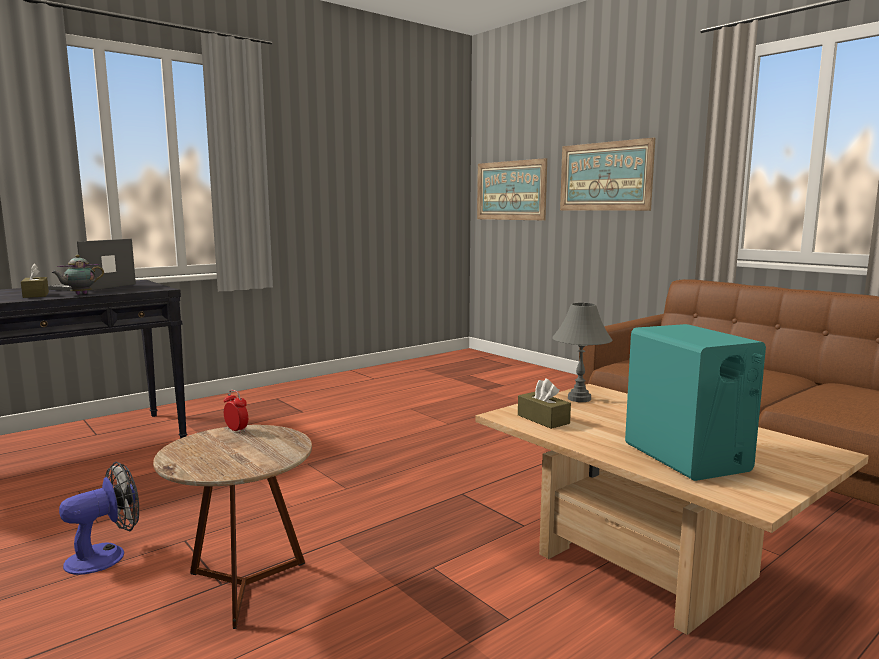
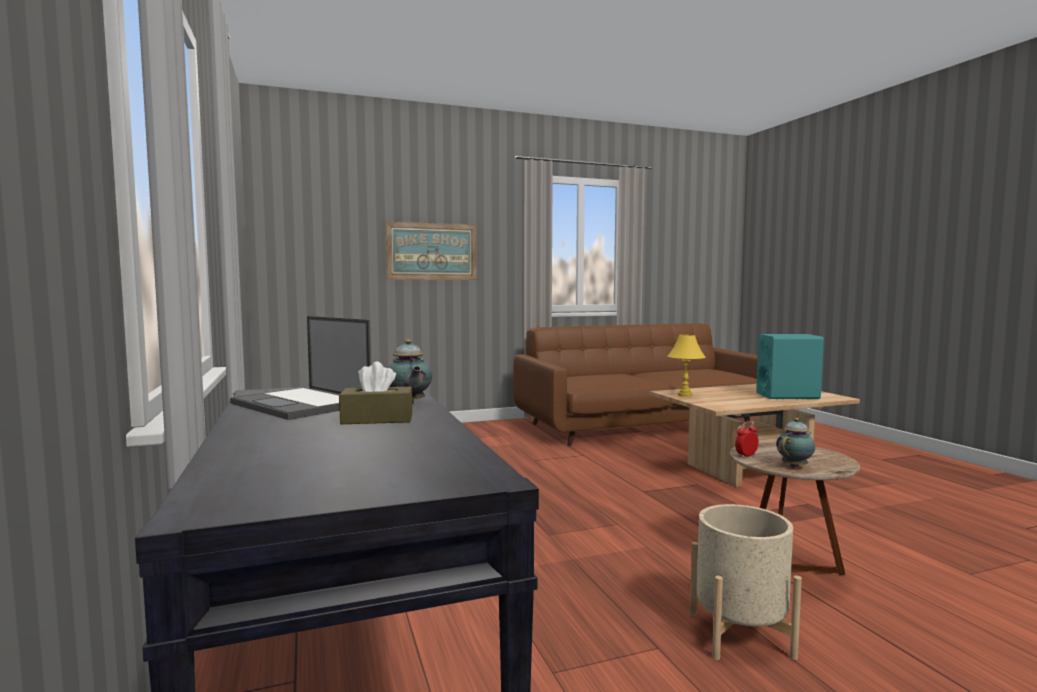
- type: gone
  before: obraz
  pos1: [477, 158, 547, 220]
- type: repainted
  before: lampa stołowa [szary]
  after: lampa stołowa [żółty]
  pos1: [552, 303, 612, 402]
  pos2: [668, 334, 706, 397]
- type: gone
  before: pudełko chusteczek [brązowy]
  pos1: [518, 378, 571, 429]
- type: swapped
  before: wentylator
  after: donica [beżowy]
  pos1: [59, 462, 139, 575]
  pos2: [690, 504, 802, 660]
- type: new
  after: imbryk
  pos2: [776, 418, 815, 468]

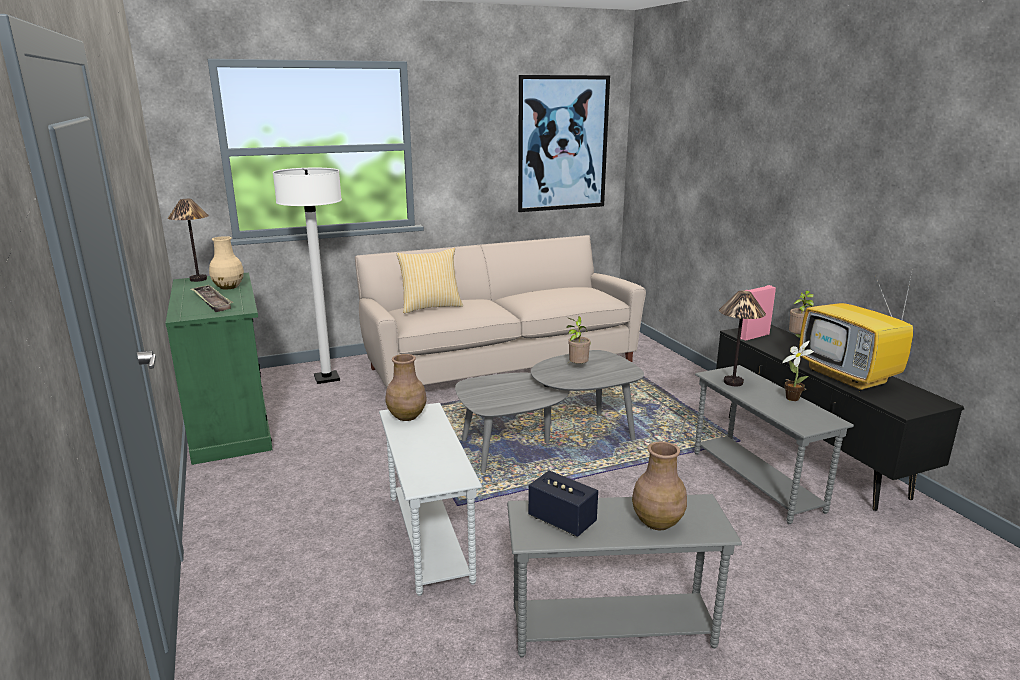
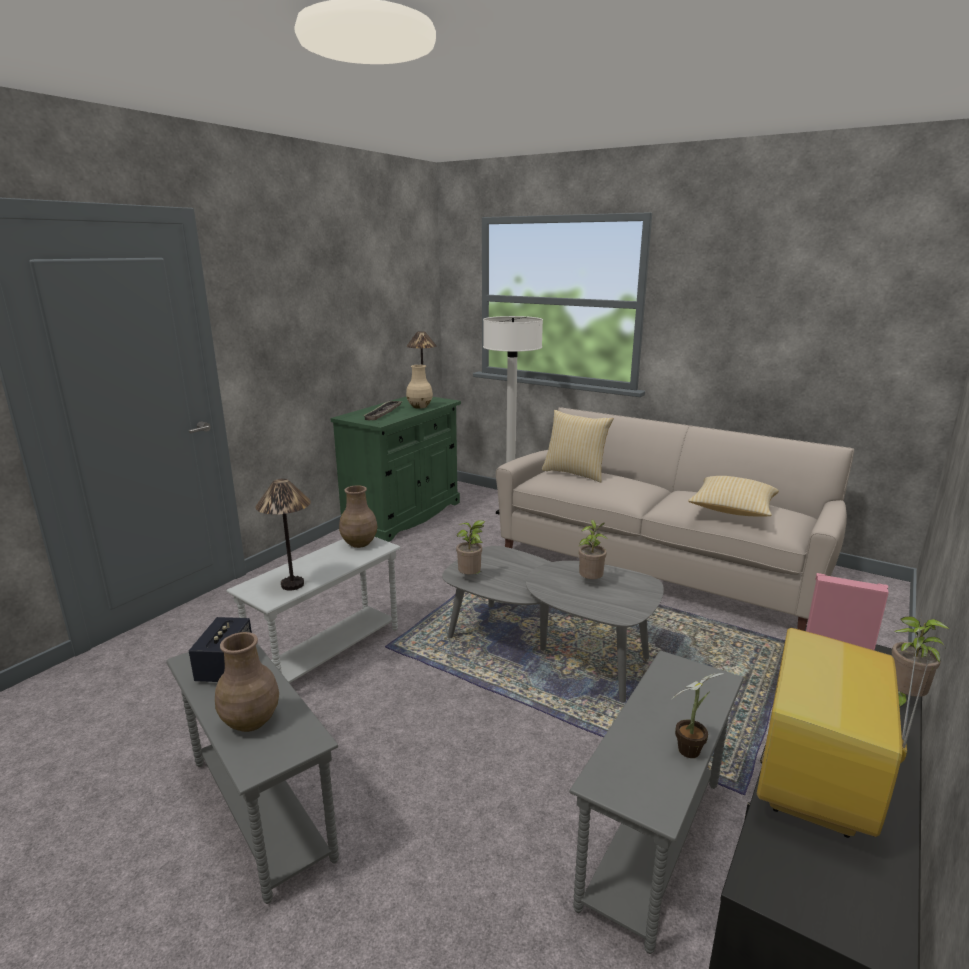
- type: gone
  before: obraz
  pos1: [518, 75, 610, 212]
- type: shifted
  before: lampa stołowa
  pos1: [719, 290, 766, 386]
  pos2: [255, 479, 311, 591]
- type: new
  after: poduszka
  pos2: [688, 476, 779, 517]
- type: new
  after: roślina doniczkowa
  pos2: [456, 520, 485, 574]

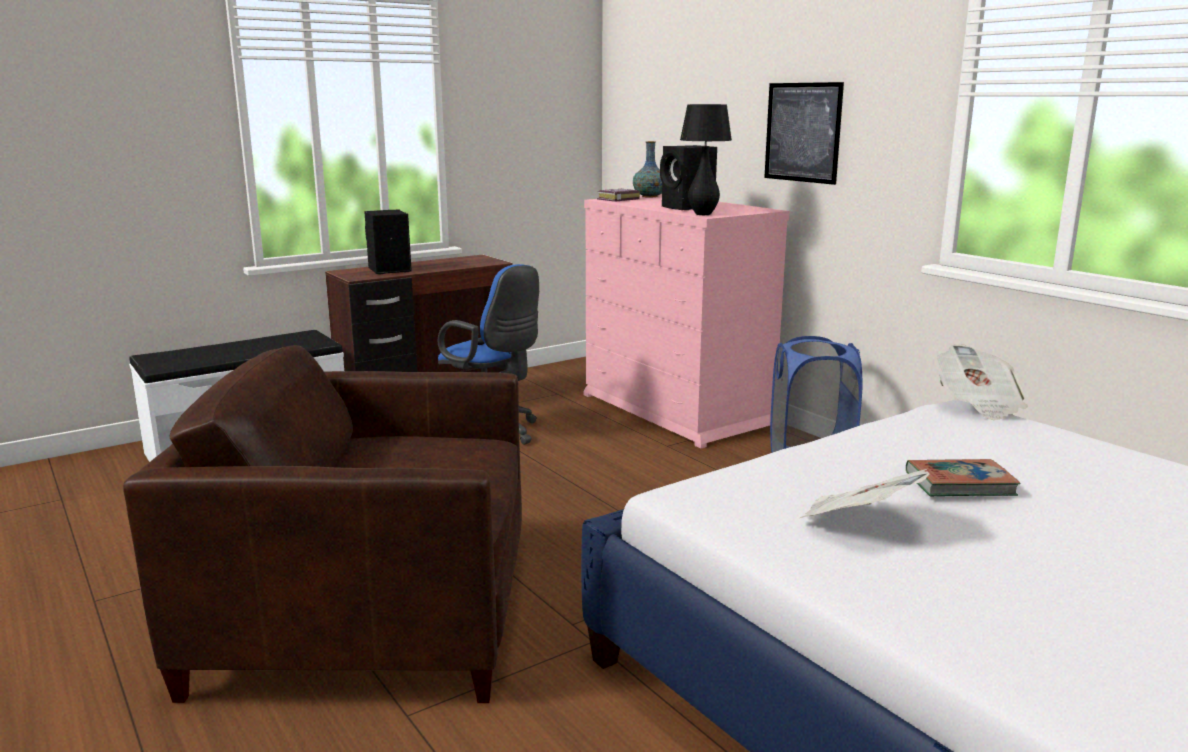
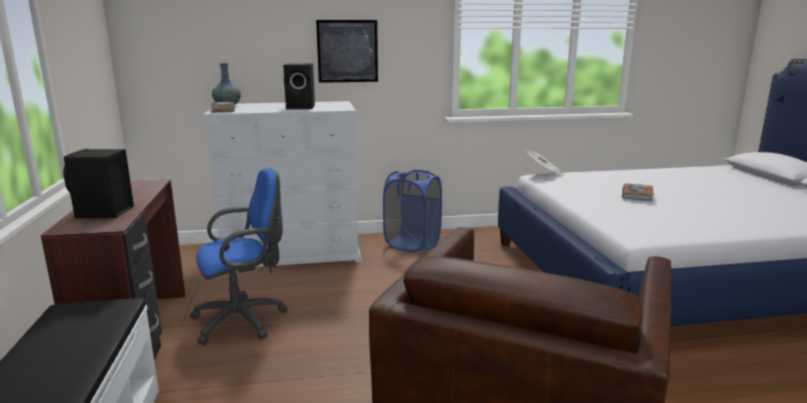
- type: gone
  before: lampa stołowa [czarny]
  pos1: [680, 104, 732, 215]
- type: repainted
  before: komoda [różowy]
  after: komoda [biały]
  pos1: [583, 194, 790, 449]
  pos2: [204, 101, 362, 267]
- type: gone
  before: gazeta
  pos1: [800, 469, 929, 518]

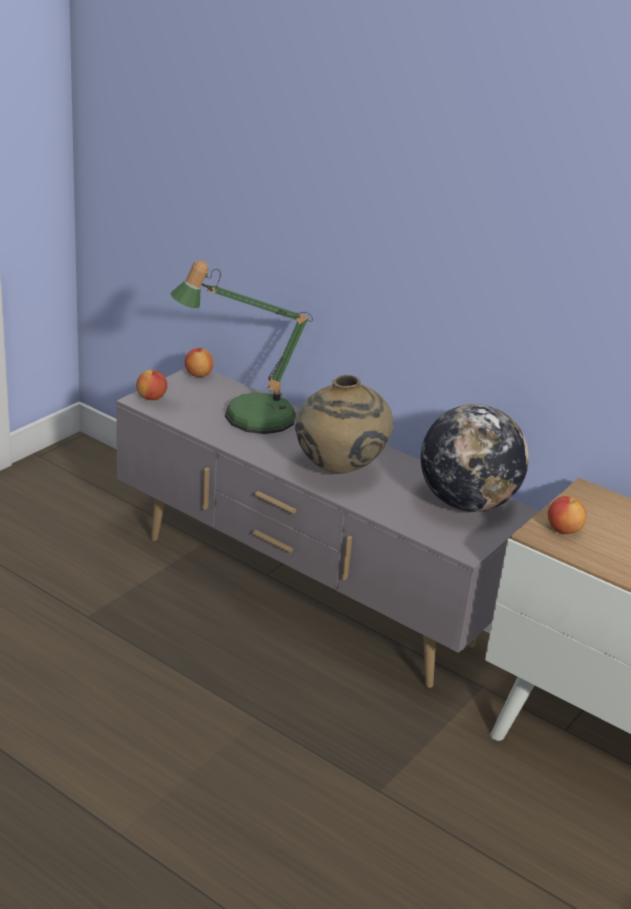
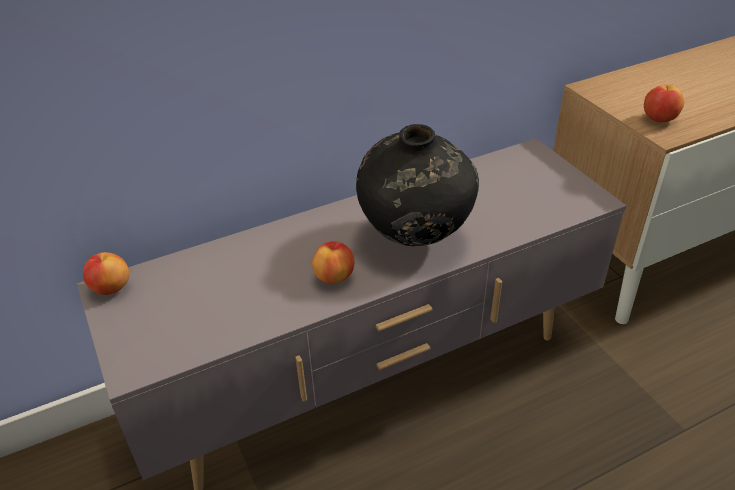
- type: gone
  before: lampa stołowa
  pos1: [171, 260, 313, 434]
- type: shifted
  before: jabłko
  pos1: [136, 370, 167, 400]
  pos2: [312, 241, 354, 284]
- type: repainted
  before: wazon [beżowy]
  after: wazon [czarny]
  pos1: [295, 375, 393, 474]
  pos2: [356, 124, 479, 246]
- type: gone
  before: globus
  pos1: [421, 404, 529, 512]

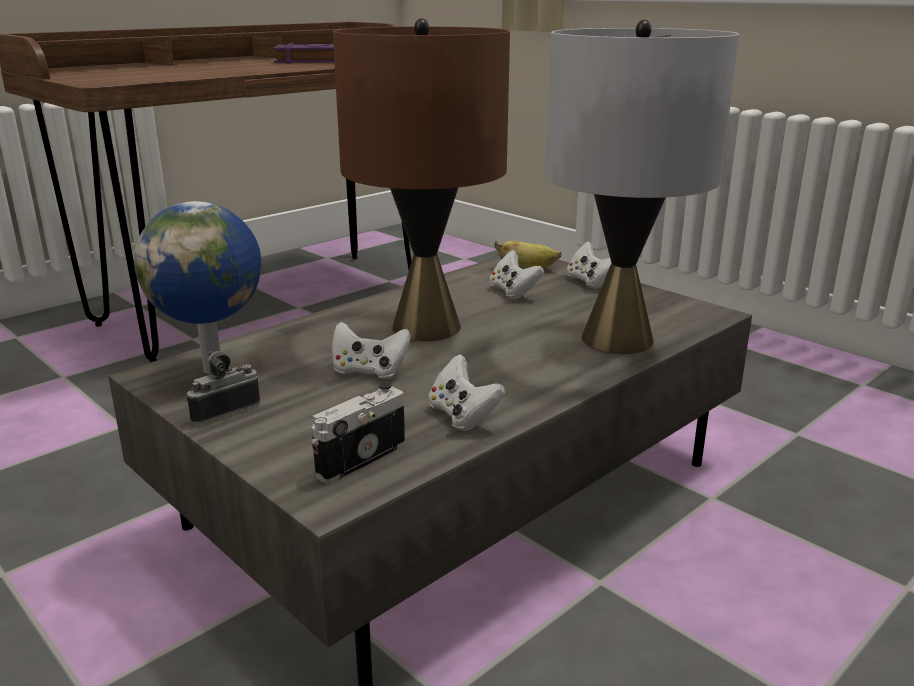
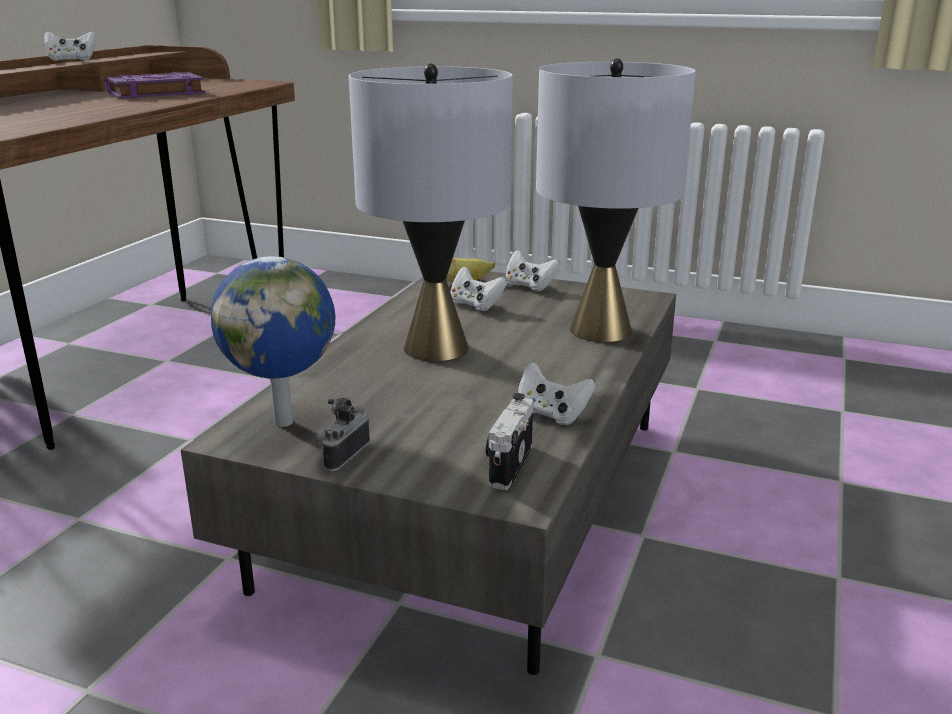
- type: repainted
  before: lampa stołowa [brązowy]
  after: lampa stołowa [szary]
  pos1: [333, 18, 510, 341]
  pos2: [349, 64, 513, 361]
- type: shifted
  before: pad do gier [biały]
  pos1: [332, 322, 411, 379]
  pos2: [44, 31, 96, 61]

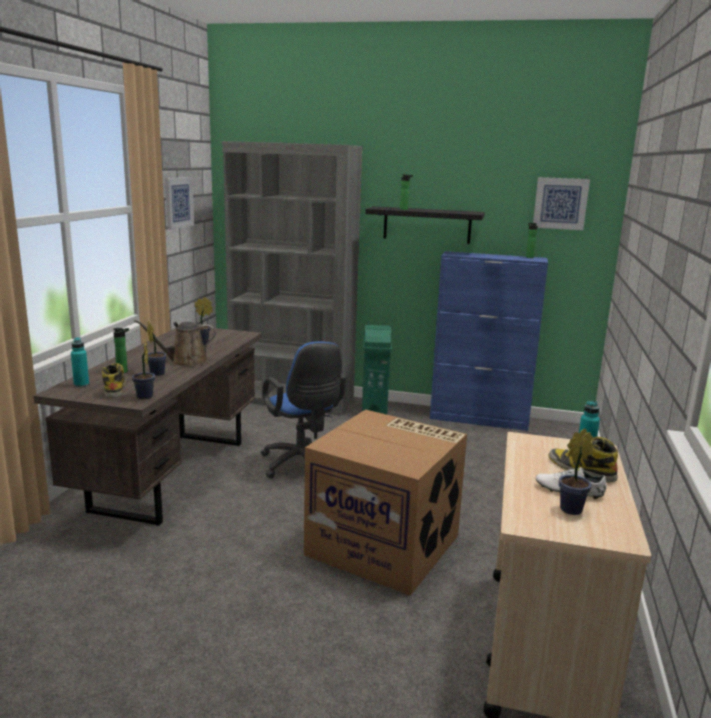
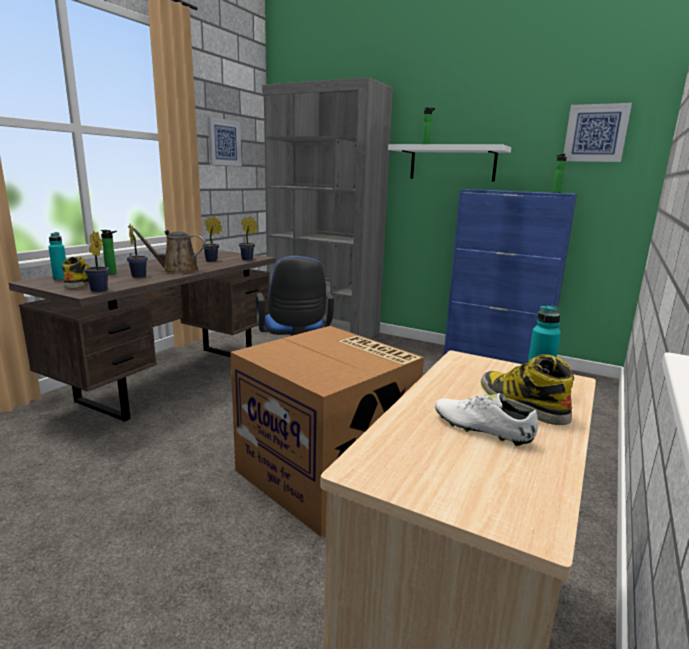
- type: repainted
  before: półka [czarny]
  after: półka [biały]
  pos1: [365, 206, 485, 244]
  pos2: [388, 144, 511, 181]
- type: gone
  before: kosz na śmieci [zielony]
  pos1: [362, 325, 392, 415]
- type: shifted
  before: roślina doniczkowa
  pos1: [559, 428, 593, 515]
  pos2: [239, 216, 258, 260]

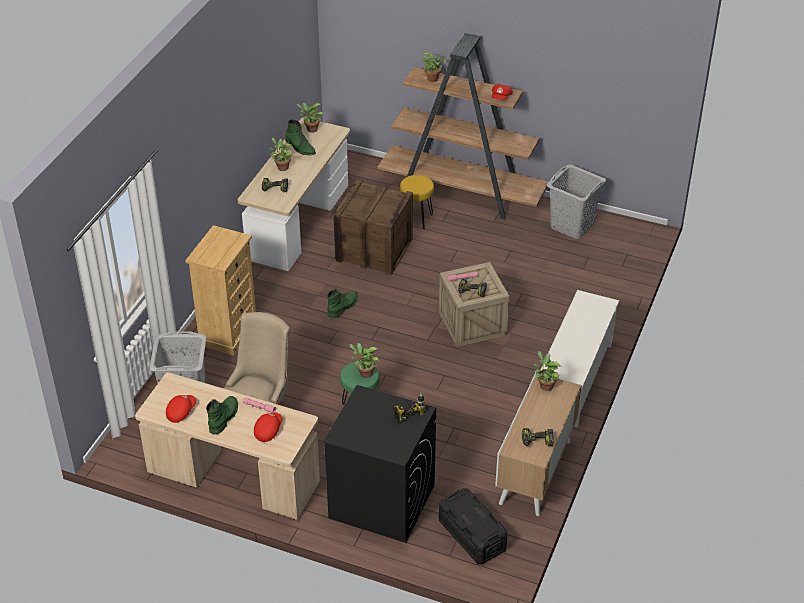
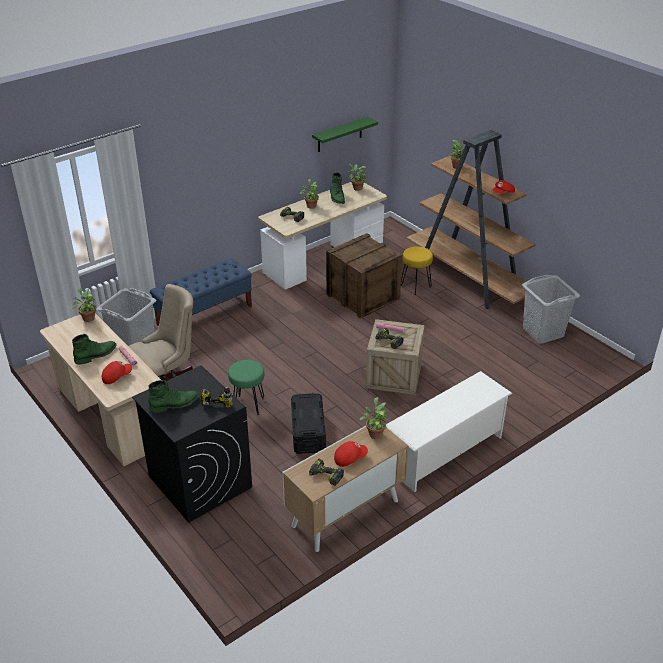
- type: swapped
  before: komoda [beżowy]
  after: ławka [niebieski]
  pos1: [185, 225, 256, 356]
  pos2: [150, 258, 252, 325]
- type: shifted
  before: but z cholewką [zielony]
  pos1: [327, 289, 358, 318]
  pos2: [148, 380, 199, 413]
- type: shifted
  before: roślina doniczkowa
  pos1: [349, 343, 380, 378]
  pos2: [72, 287, 97, 322]
- type: shifted
  before: czapka z daszkiem [czerwony]
  pos1: [166, 395, 196, 423]
  pos2: [334, 441, 368, 467]
- type: shifted
  before: pojemnik do przechowywania [czarny]
  pos1: [438, 488, 508, 564]
  pos2: [291, 393, 326, 454]
- type: new
  after: półka [zielony]
  pos2: [312, 116, 378, 152]

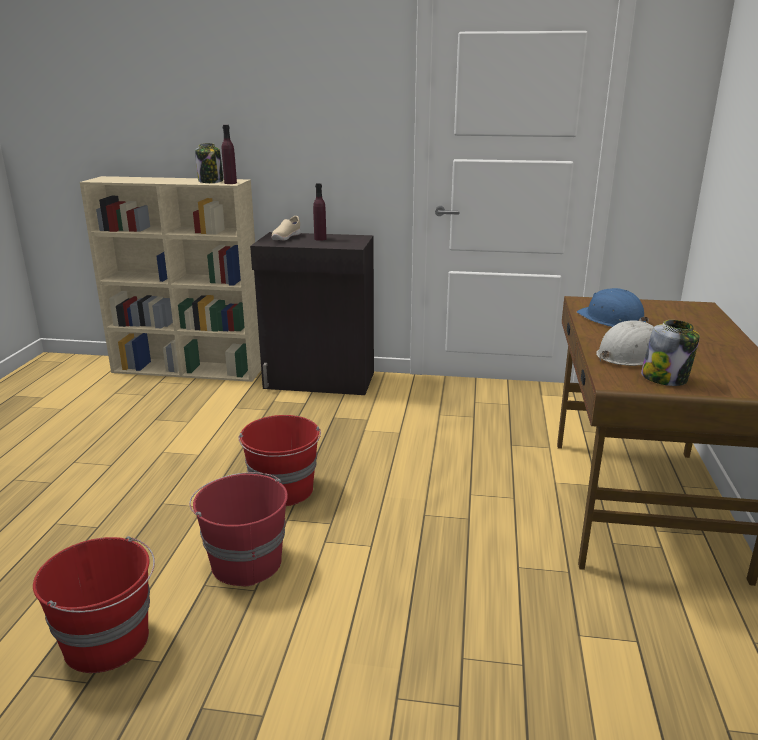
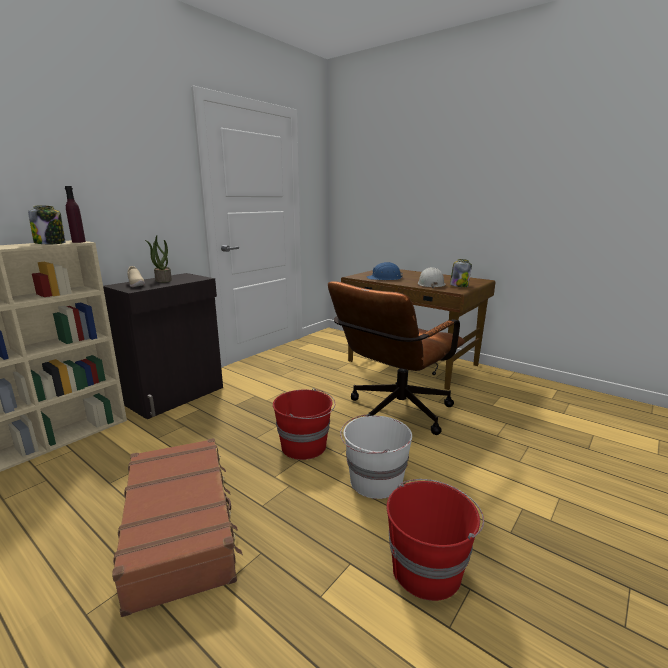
- type: swapped
  before: butelka [fioletowy]
  after: roślina doniczkowa
  pos1: [313, 183, 327, 241]
  pos2: [145, 236, 172, 283]
- type: repainted
  before: wiadro [czerwony]
  after: wiadro [biały]
  pos1: [189, 472, 288, 586]
  pos2: [340, 414, 412, 499]
- type: new
  after: krzesło biurowe [brązowy]
  pos2: [328, 281, 465, 435]
- type: new
  after: walizka [brązowy]
  pos2: [112, 438, 243, 617]

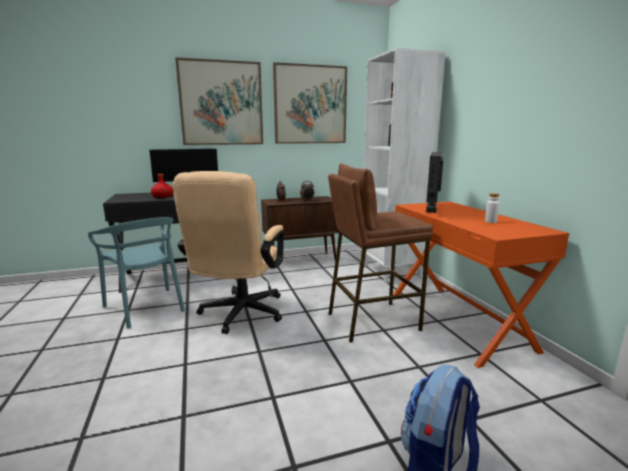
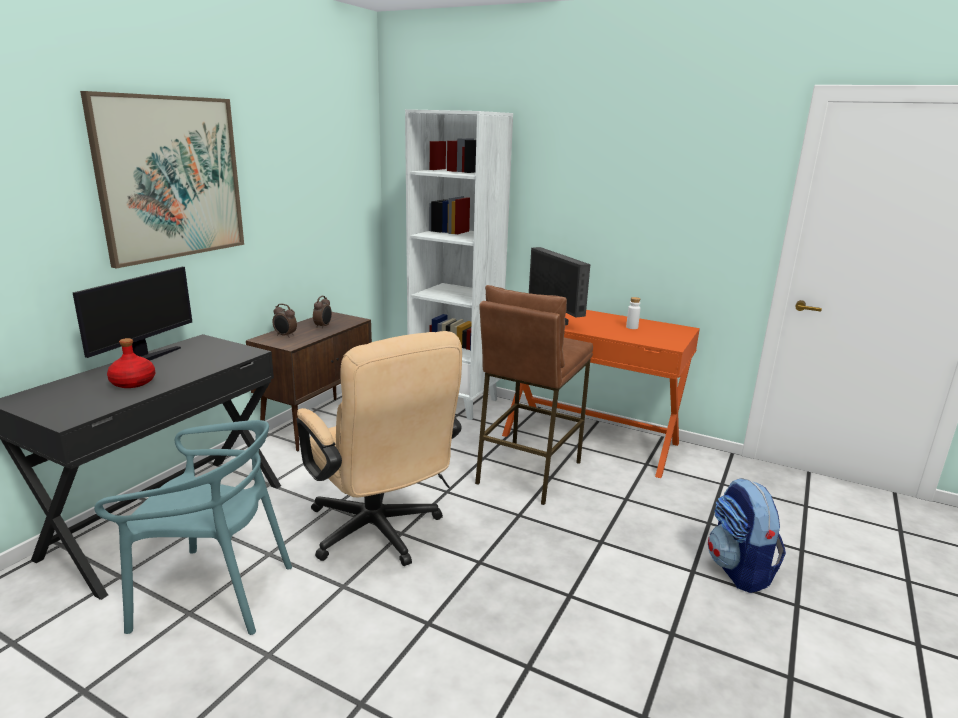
- type: gone
  before: obraz
  pos1: [273, 62, 347, 144]

